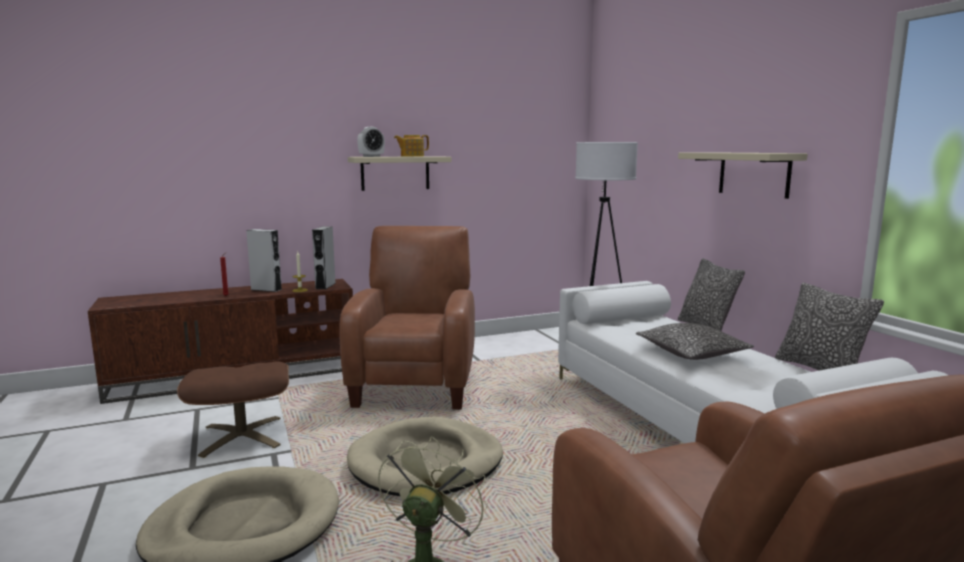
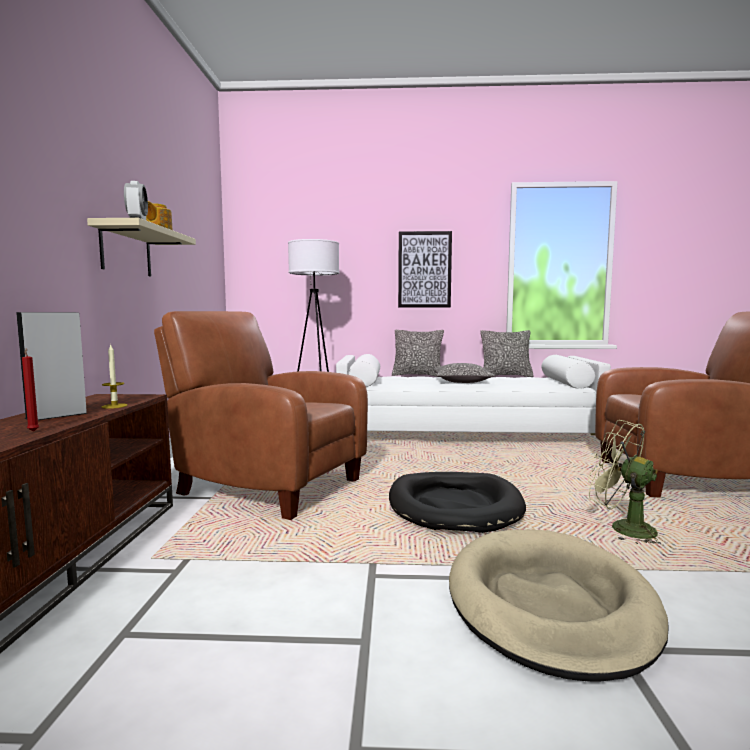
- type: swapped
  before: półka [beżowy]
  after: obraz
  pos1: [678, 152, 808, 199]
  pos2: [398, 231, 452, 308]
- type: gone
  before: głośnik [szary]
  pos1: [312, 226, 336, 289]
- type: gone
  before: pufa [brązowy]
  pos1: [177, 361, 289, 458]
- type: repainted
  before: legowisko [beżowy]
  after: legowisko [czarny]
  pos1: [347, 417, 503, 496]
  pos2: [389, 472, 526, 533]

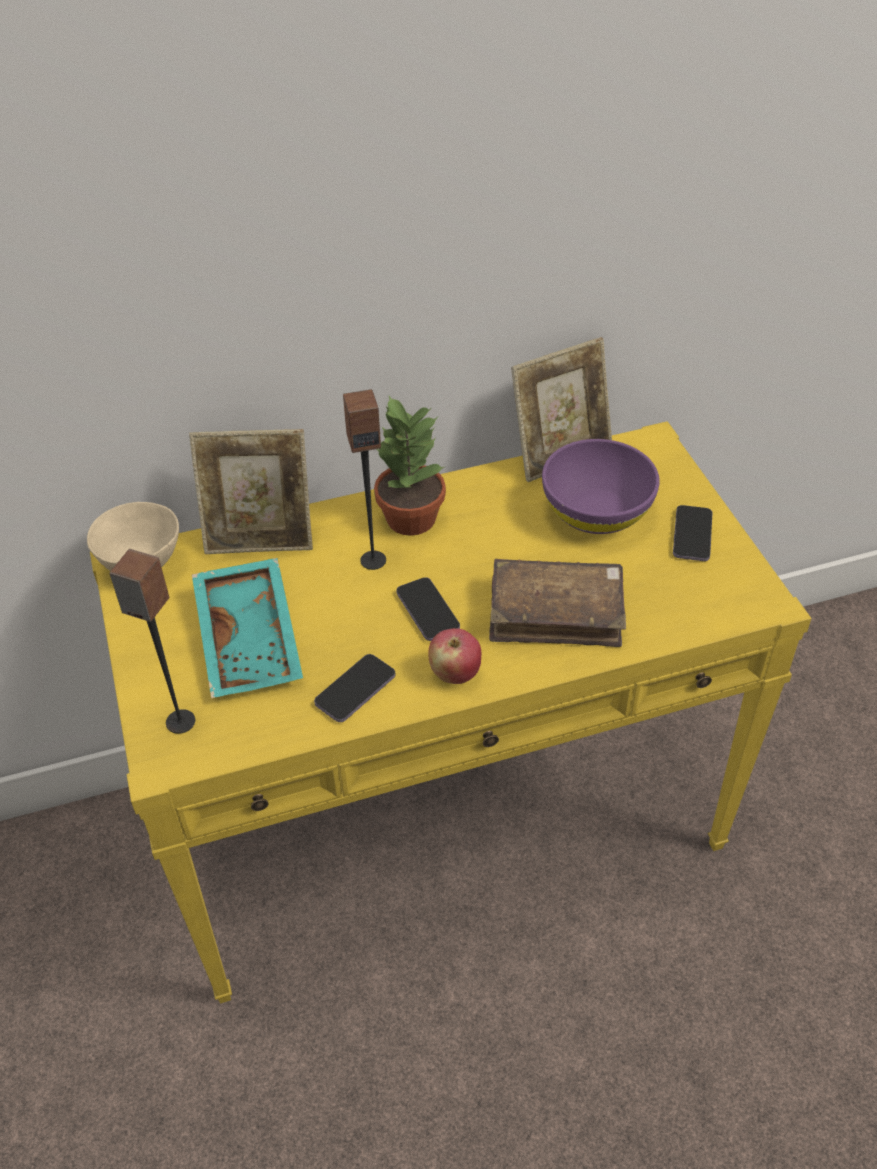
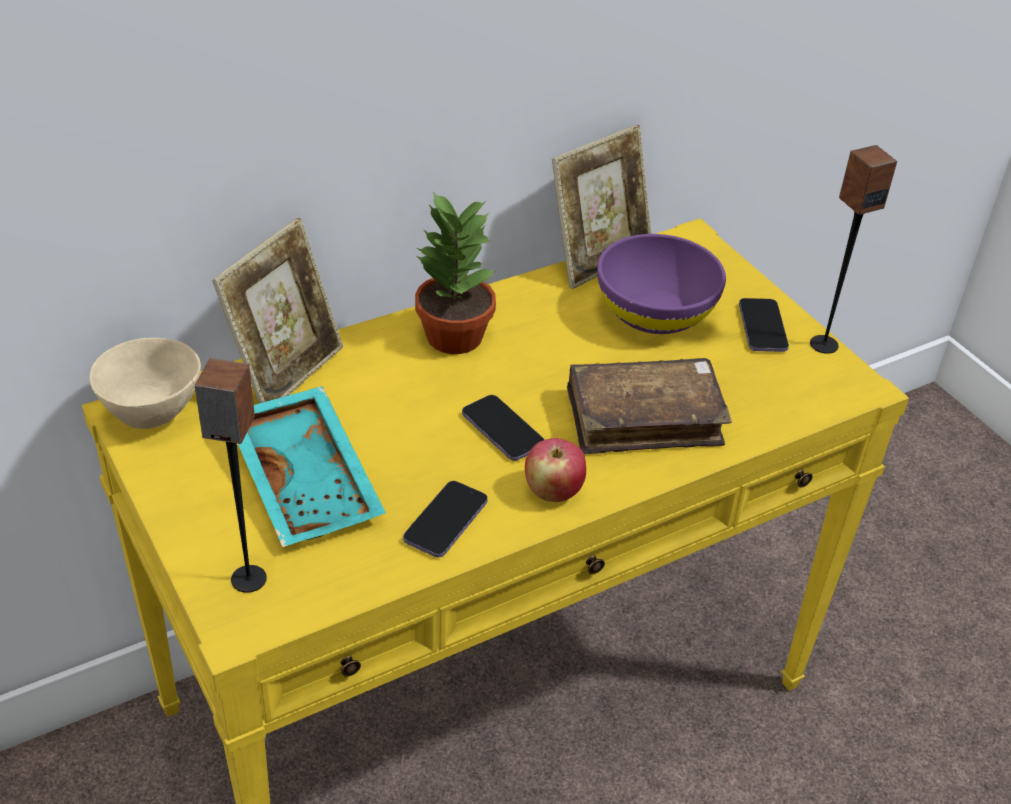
- type: shifted
  before: głośnik
  pos1: [343, 389, 386, 570]
  pos2: [810, 145, 897, 354]
- type: rotated
  before: ramka na zdjęcie
  pos1: [189, 429, 313, 554]
  pos2: [212, 218, 343, 403]
  turn: -45

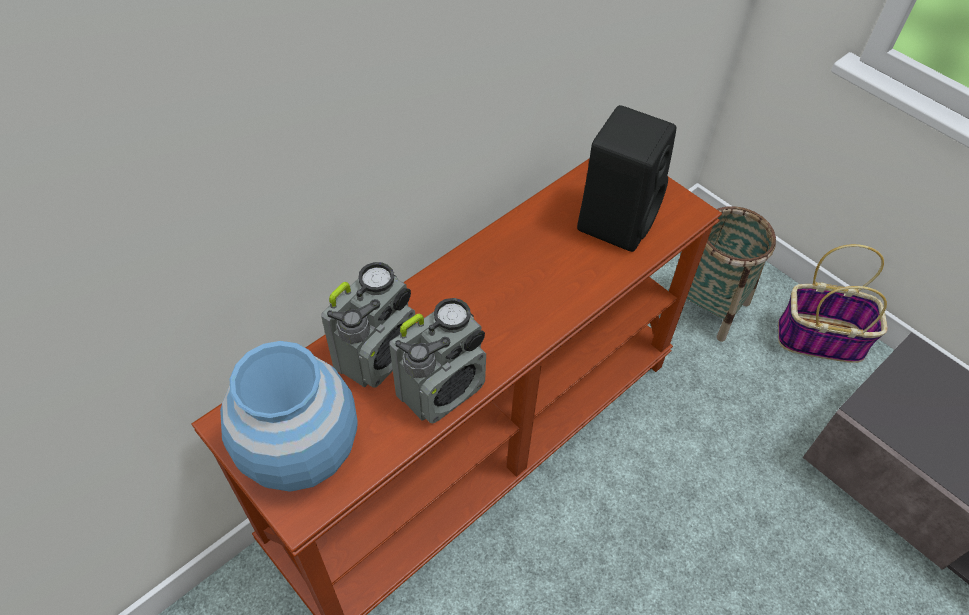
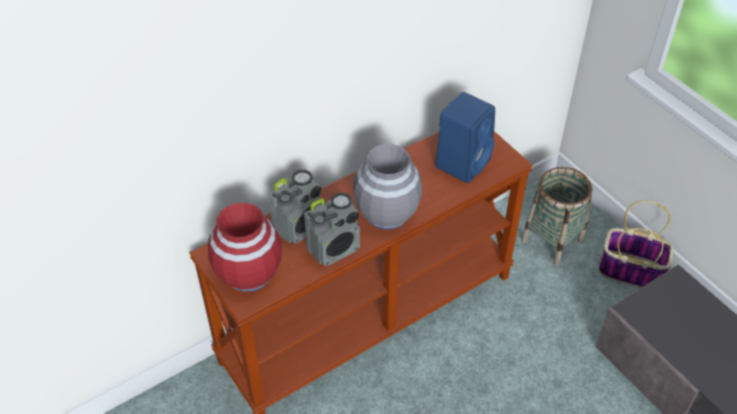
- type: repainted
  before: głośnik [czarny]
  after: głośnik [niebieski]
  pos1: [577, 105, 676, 252]
  pos2: [435, 92, 495, 183]
- type: repainted
  before: wazon [niebieski]
  after: wazon [czerwony]
  pos1: [220, 341, 358, 492]
  pos2: [208, 203, 282, 292]
- type: new
  after: wazon [szary]
  pos2: [353, 144, 422, 229]

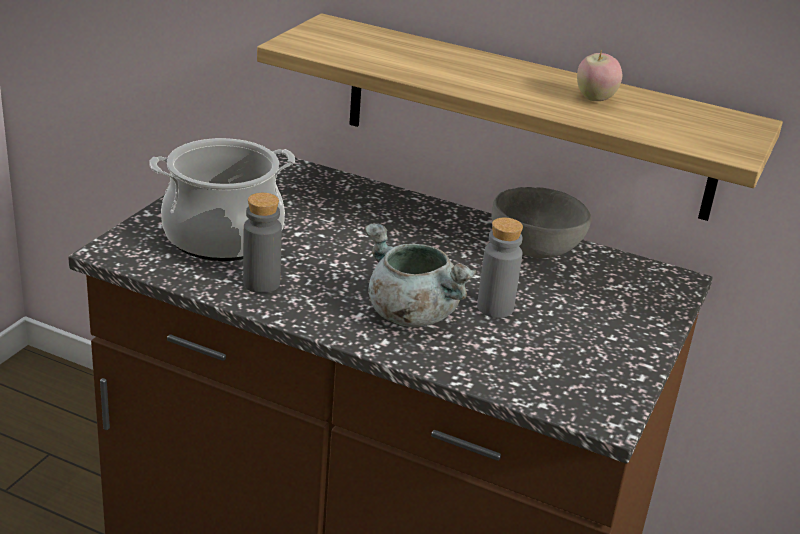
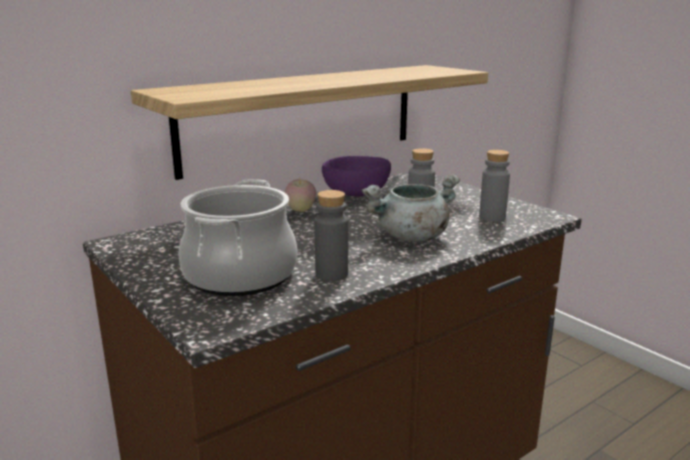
- type: shifted
  before: jabłko
  pos1: [577, 50, 622, 101]
  pos2: [285, 177, 316, 212]
- type: repainted
  before: miska [szary]
  after: miska [fioletowy]
  pos1: [491, 187, 591, 258]
  pos2: [322, 156, 391, 197]
- type: new
  after: butelka [szary]
  pos2: [479, 150, 510, 222]

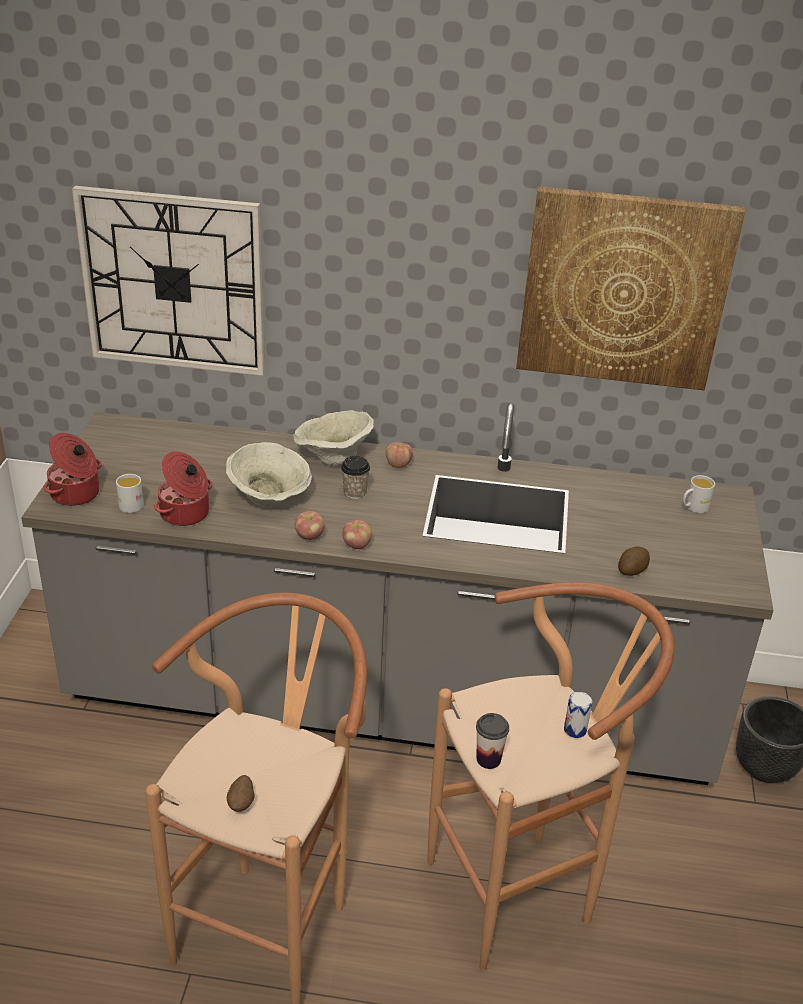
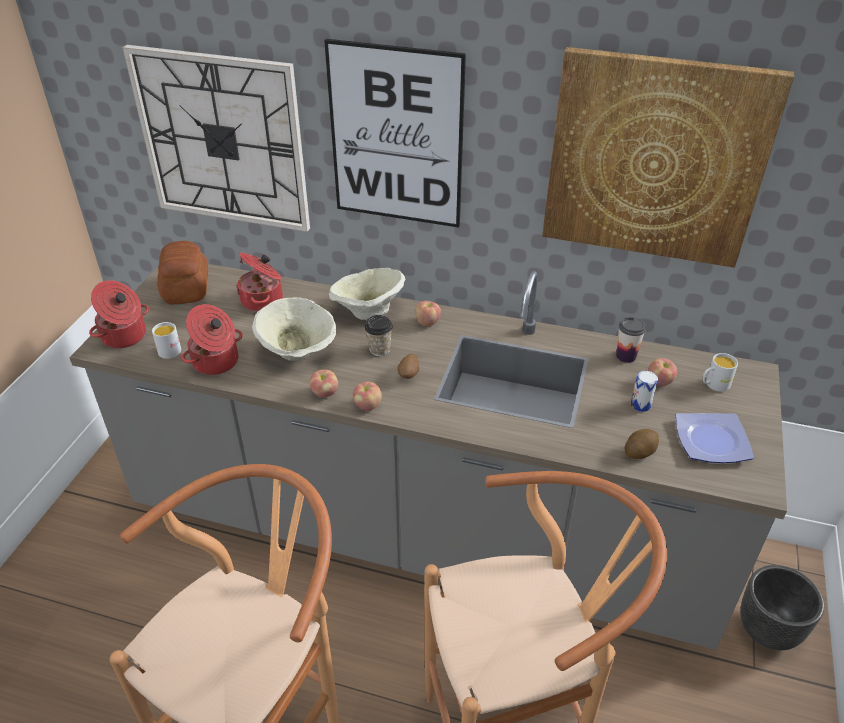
- type: shifted
  before: puszka
  pos1: [564, 692, 592, 738]
  pos2: [631, 371, 658, 412]
- type: shifted
  before: filiżanka
  pos1: [476, 713, 509, 769]
  pos2: [616, 317, 646, 363]
- type: shifted
  before: ziemniak
  pos1: [227, 775, 255, 812]
  pos2: [398, 353, 419, 379]
- type: new
  after: obraz
  pos2: [324, 39, 466, 227]
- type: new
  after: chleb
  pos2: [157, 241, 208, 304]
- type: new
  after: garnek
  pos2: [236, 252, 283, 312]
- type: new
  after: jabłko
  pos2: [648, 358, 677, 386]
- type: new
  after: talerz
  pos2: [676, 413, 754, 463]

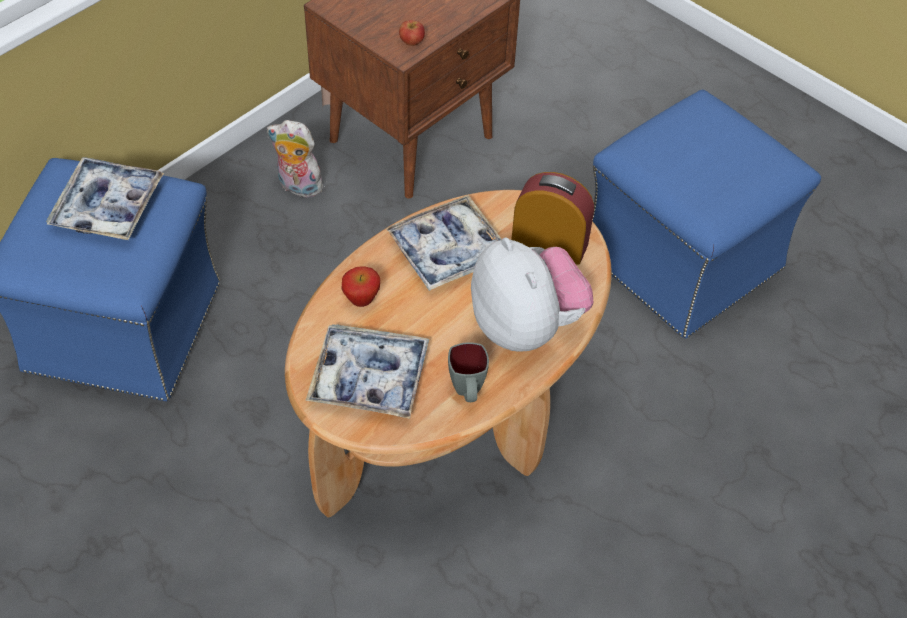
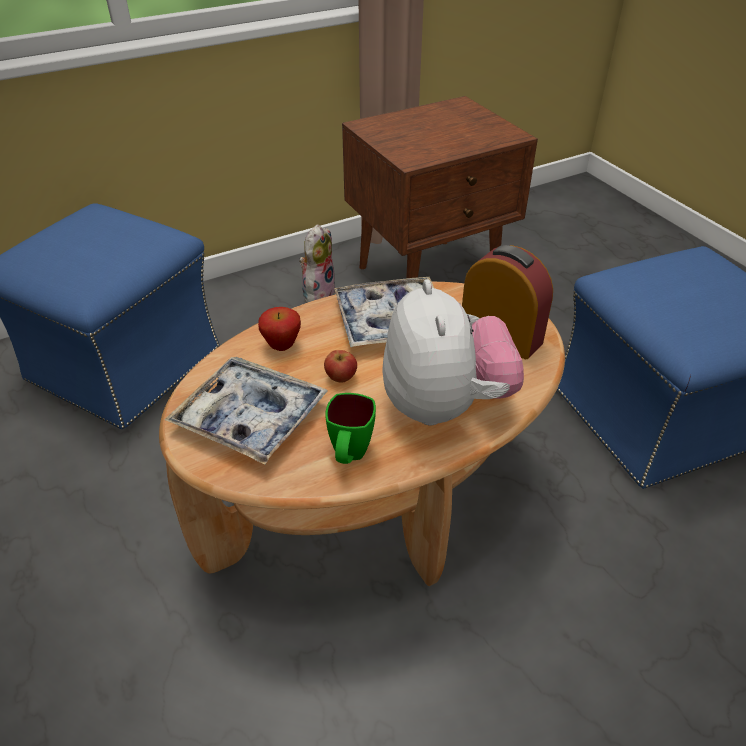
- type: shifted
  before: jabłko
  pos1: [399, 20, 425, 46]
  pos2: [324, 350, 357, 382]
- type: rotated
  before: pluszak
  pos1: [267, 120, 323, 197]
  pos2: [299, 224, 336, 303]
  turn: 75
- type: gone
  before: taca
  pos1: [46, 157, 164, 240]
- type: repainted
  before: kubek [szary]
  after: kubek [zielony]
  pos1: [448, 342, 489, 402]
  pos2: [325, 393, 376, 464]

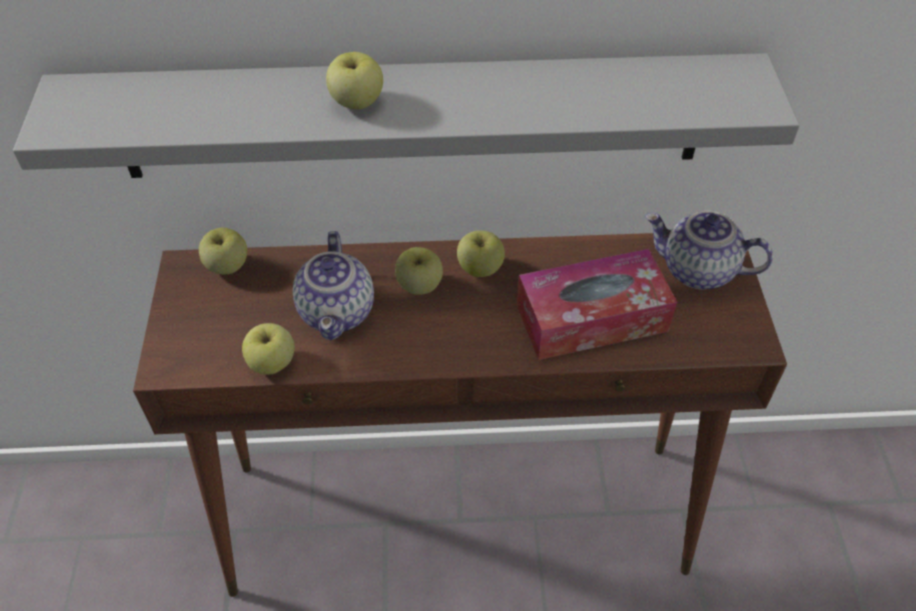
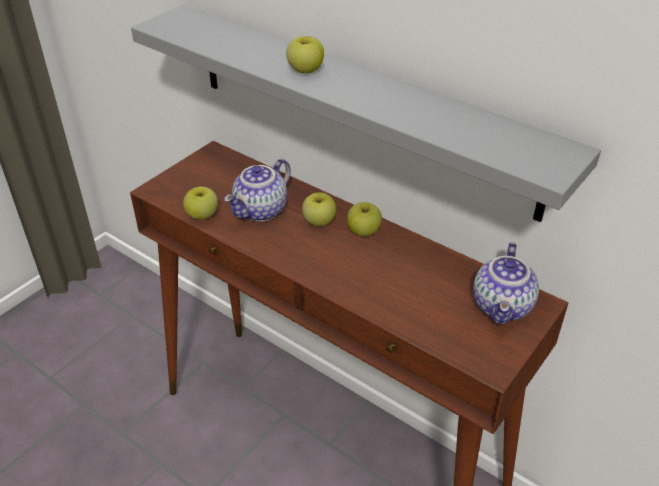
- type: rotated
  before: imbryk
  pos1: [645, 211, 773, 290]
  pos2: [473, 242, 539, 324]
  turn: -135
- type: gone
  before: jabłko
  pos1: [199, 228, 247, 274]
- type: gone
  before: pudełko chusteczek
  pos1: [517, 249, 677, 360]

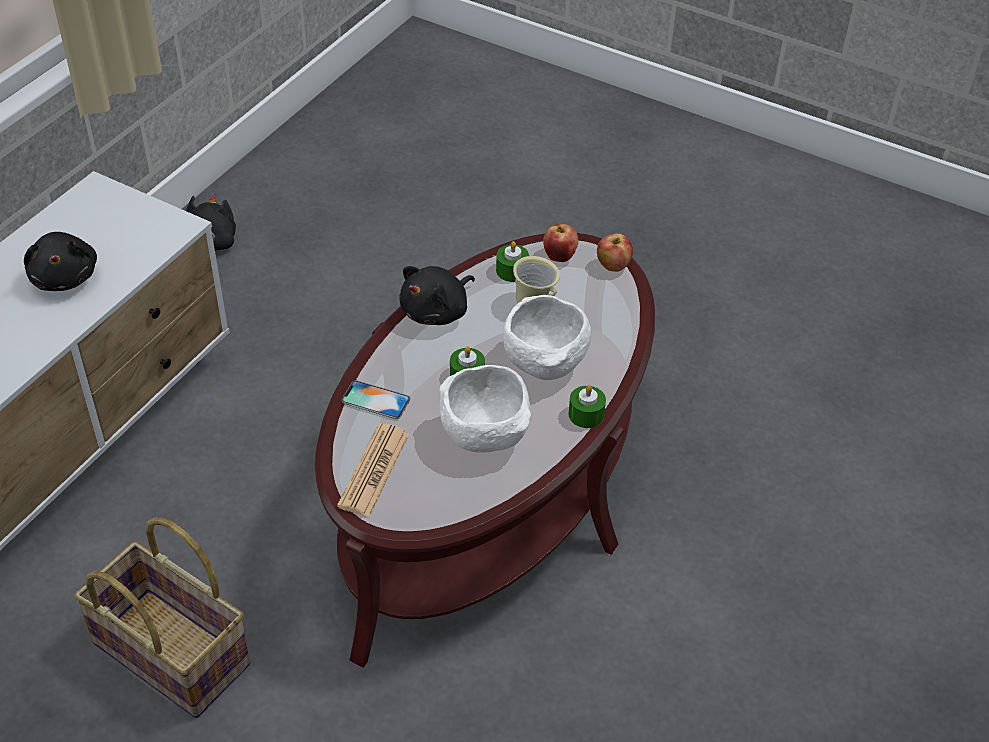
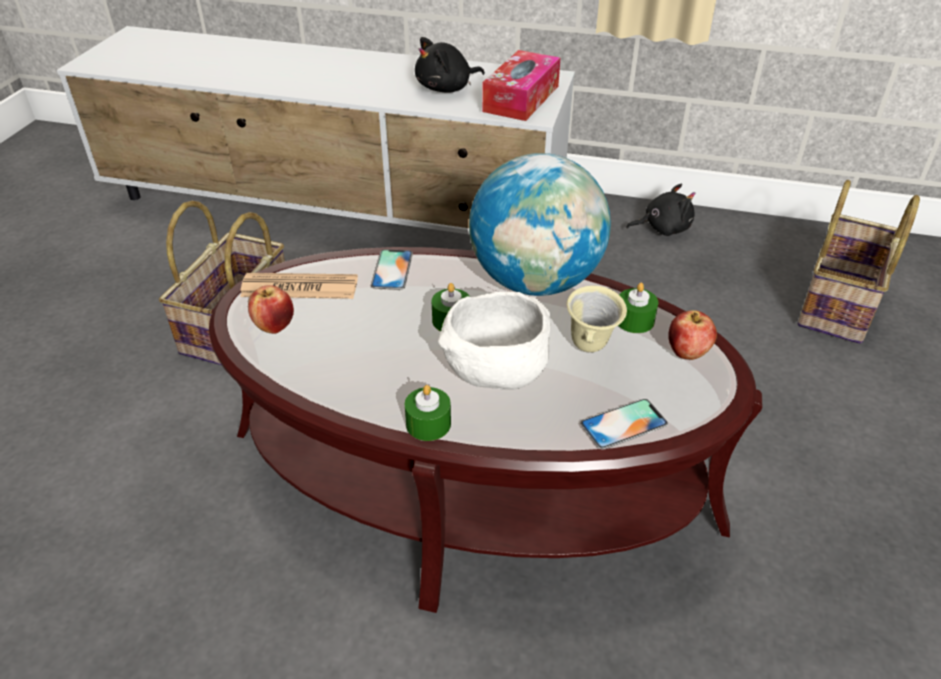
- type: shifted
  before: jabłko
  pos1: [597, 233, 633, 272]
  pos2: [248, 285, 294, 334]
- type: swapped
  before: pluszak [czarny]
  after: globus
  pos1: [399, 266, 475, 325]
  pos2: [469, 153, 611, 296]
- type: gone
  before: miska [biały]
  pos1: [439, 365, 531, 453]
- type: new
  after: pudełko chusteczek
  pos2: [482, 50, 560, 121]
- type: new
  after: koszyk
  pos2: [798, 180, 920, 344]
- type: new
  after: telefon
  pos2: [580, 399, 668, 450]

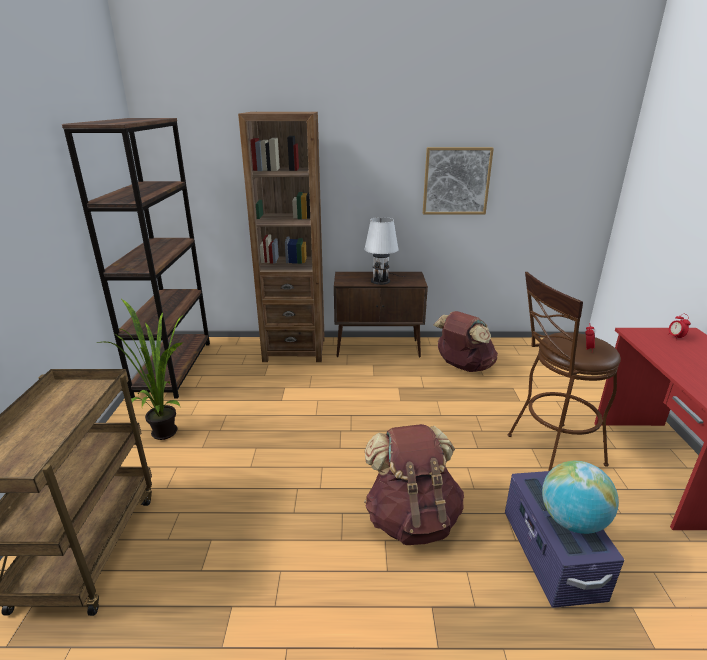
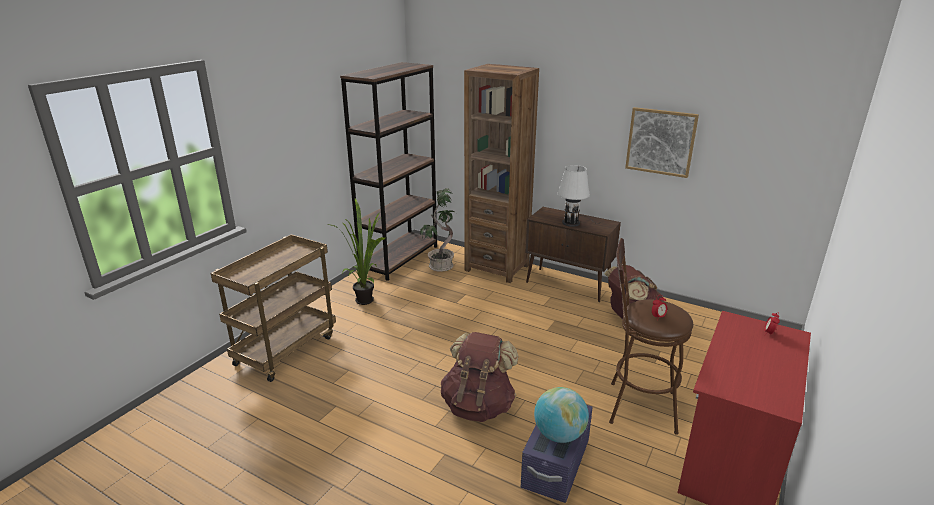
- type: new
  after: roślina doniczkowa
  pos2: [420, 188, 458, 272]

